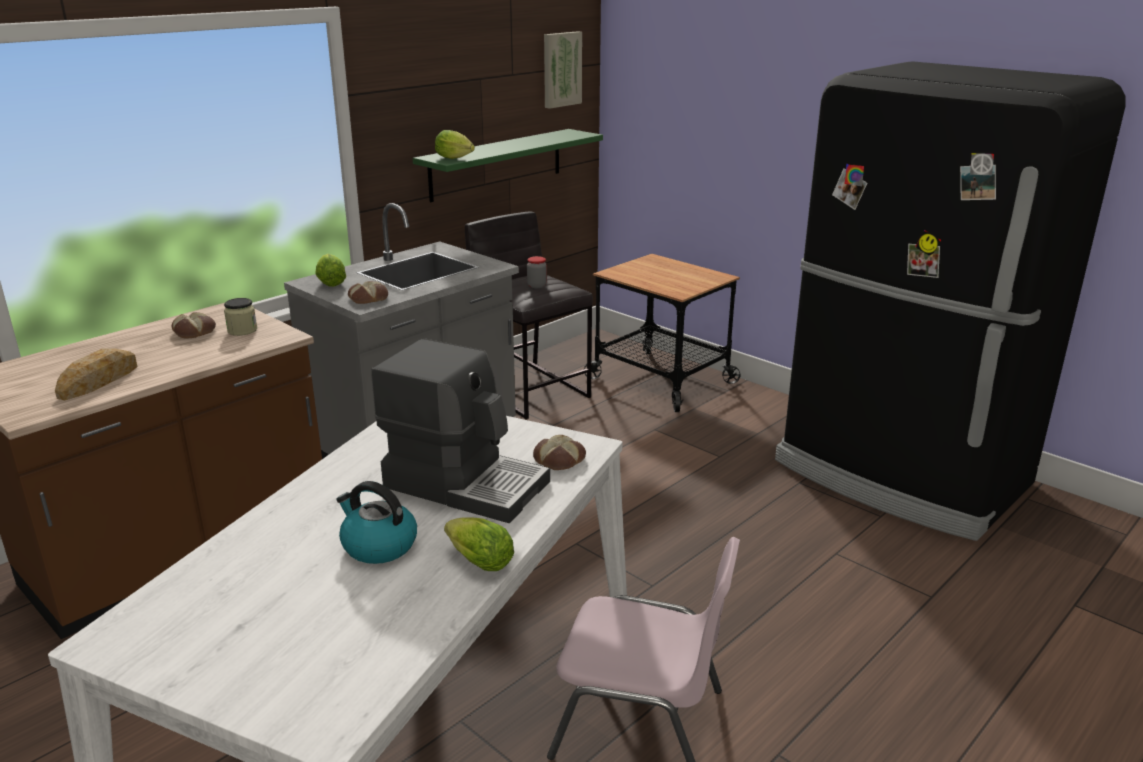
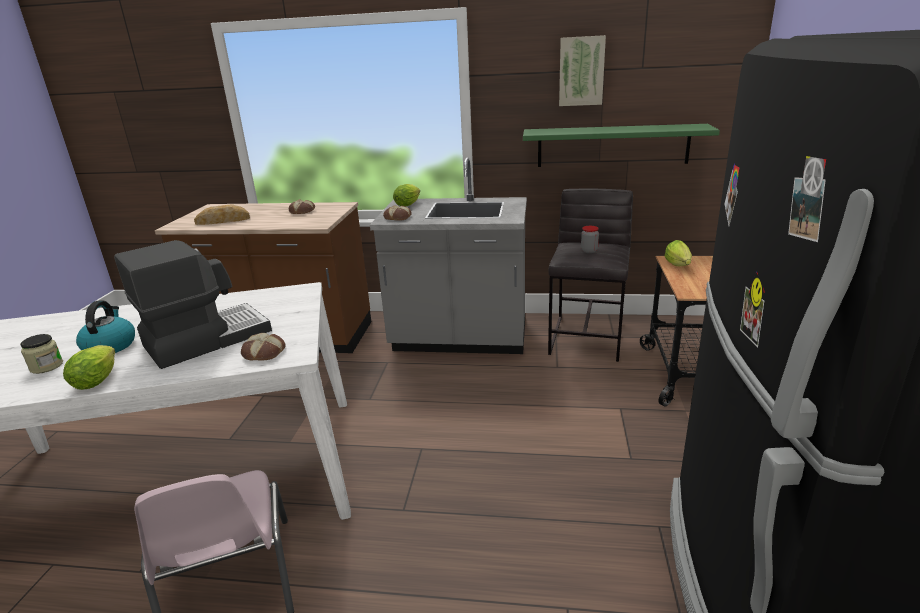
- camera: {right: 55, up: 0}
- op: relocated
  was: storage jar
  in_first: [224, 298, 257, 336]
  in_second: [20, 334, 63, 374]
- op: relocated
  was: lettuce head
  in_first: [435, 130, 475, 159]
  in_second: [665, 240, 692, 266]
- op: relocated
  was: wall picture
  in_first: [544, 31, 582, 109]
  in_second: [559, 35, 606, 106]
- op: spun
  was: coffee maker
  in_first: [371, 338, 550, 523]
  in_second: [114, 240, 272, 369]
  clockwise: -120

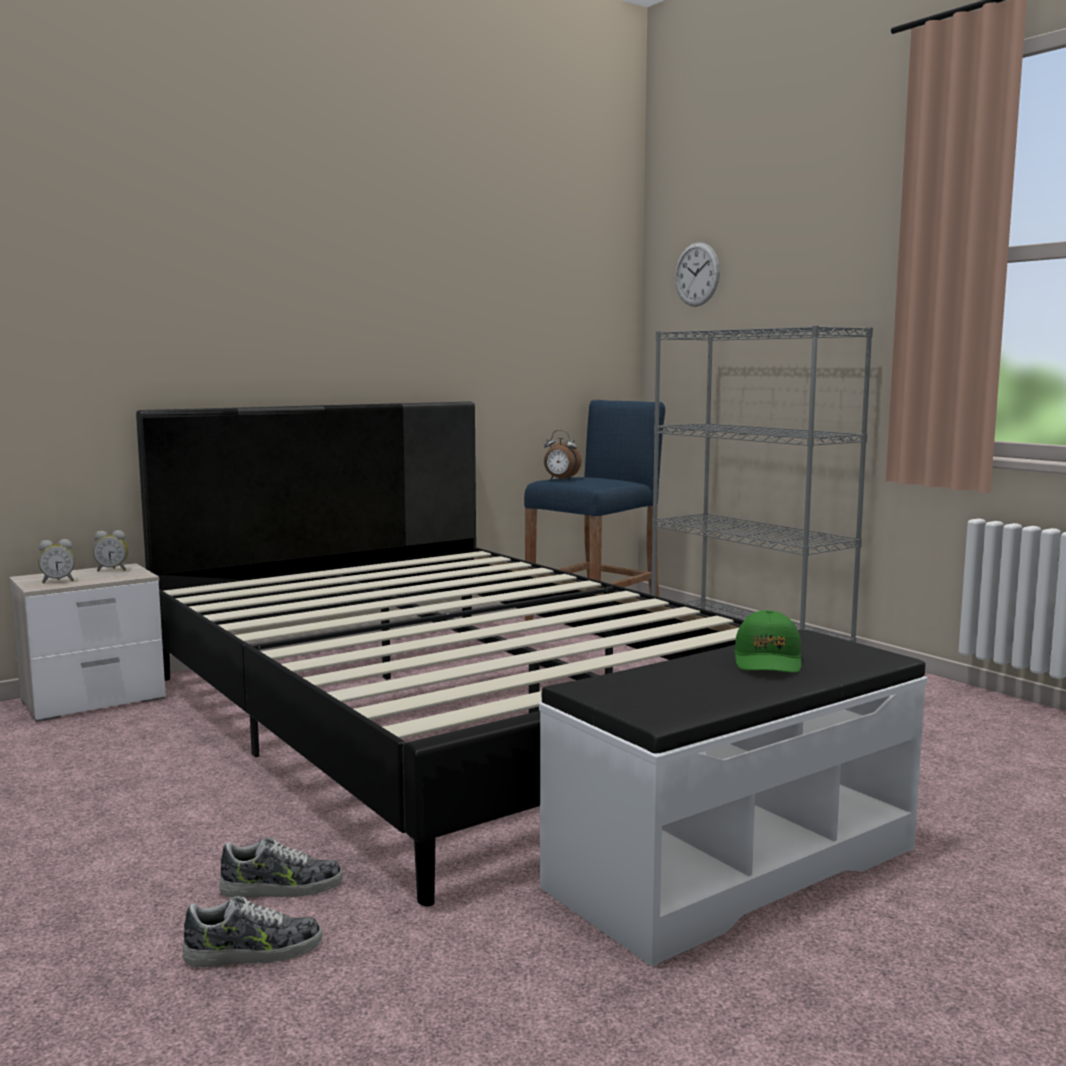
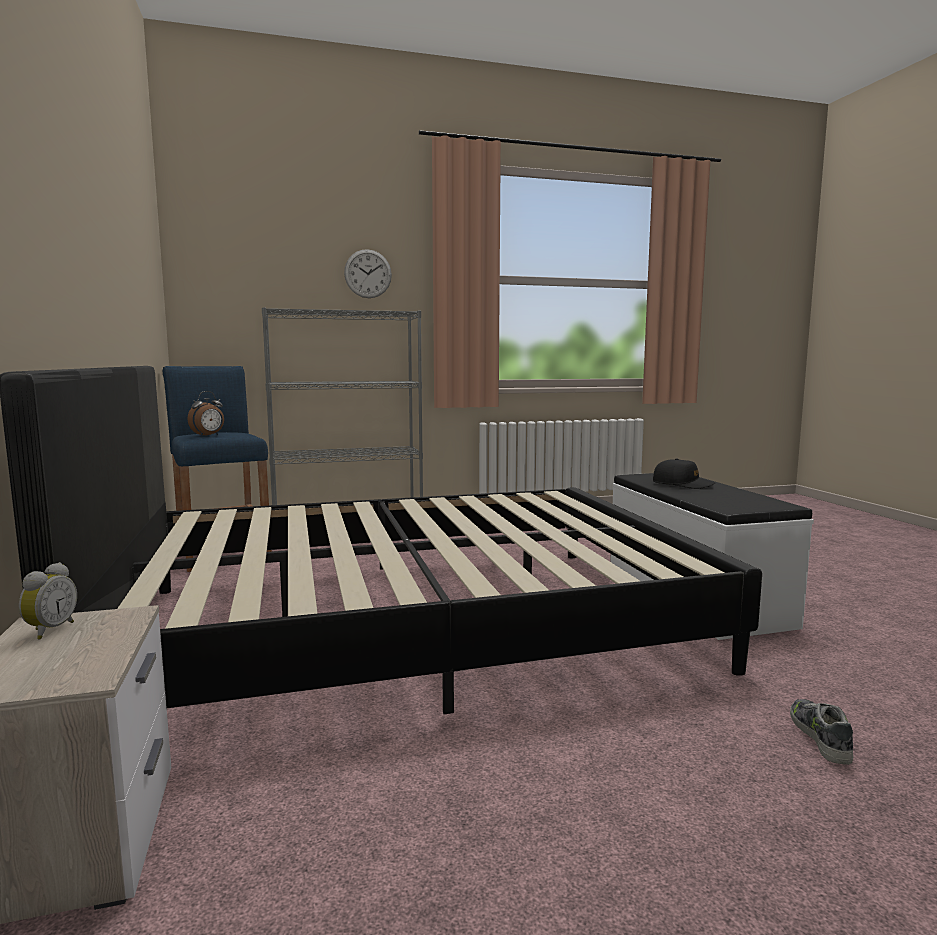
- camera: {right: -70, up: 0}
- op: missing
  was: alarm clock
  in_first: [38, 539, 75, 583]
- op: missing
  was: low shoe
  in_first: [219, 837, 343, 898]
- op: relocated
  was: clock on the wall
  in_first: [675, 242, 720, 307]
  in_second: [344, 249, 392, 298]
- op: colour
  was: cap/green-coloured
  now: cap/blackish
  in_first: [734, 610, 801, 673]
  in_second: [653, 459, 715, 489]

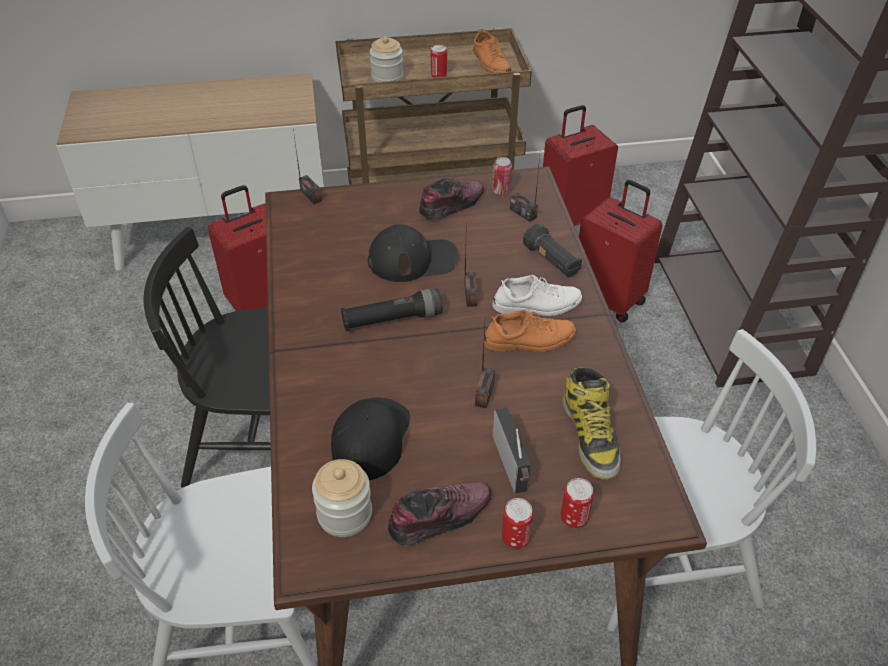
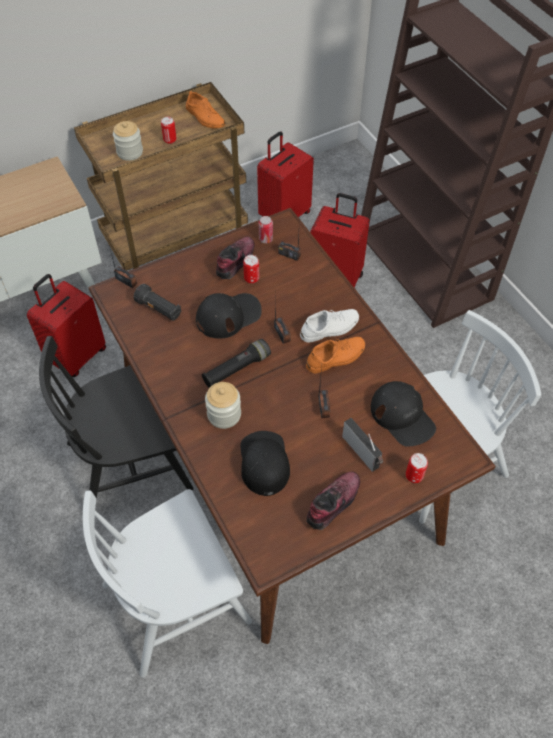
- camera: {right: -20, up: 10}
- op: relocated
  was: storage jar
  in_first: [312, 459, 372, 537]
  in_second: [205, 382, 241, 429]
- op: relocated
  was: metal can
  in_first: [502, 498, 533, 549]
  in_second: [243, 255, 259, 284]
- op: relocated
  was: flashlight/blackish
  in_first: [523, 223, 582, 277]
  in_second: [134, 284, 181, 321]
- op: exchanged
  was: boot
  now: cap/blackish
  in_first: [562, 367, 621, 480]
  in_second: [371, 381, 436, 447]

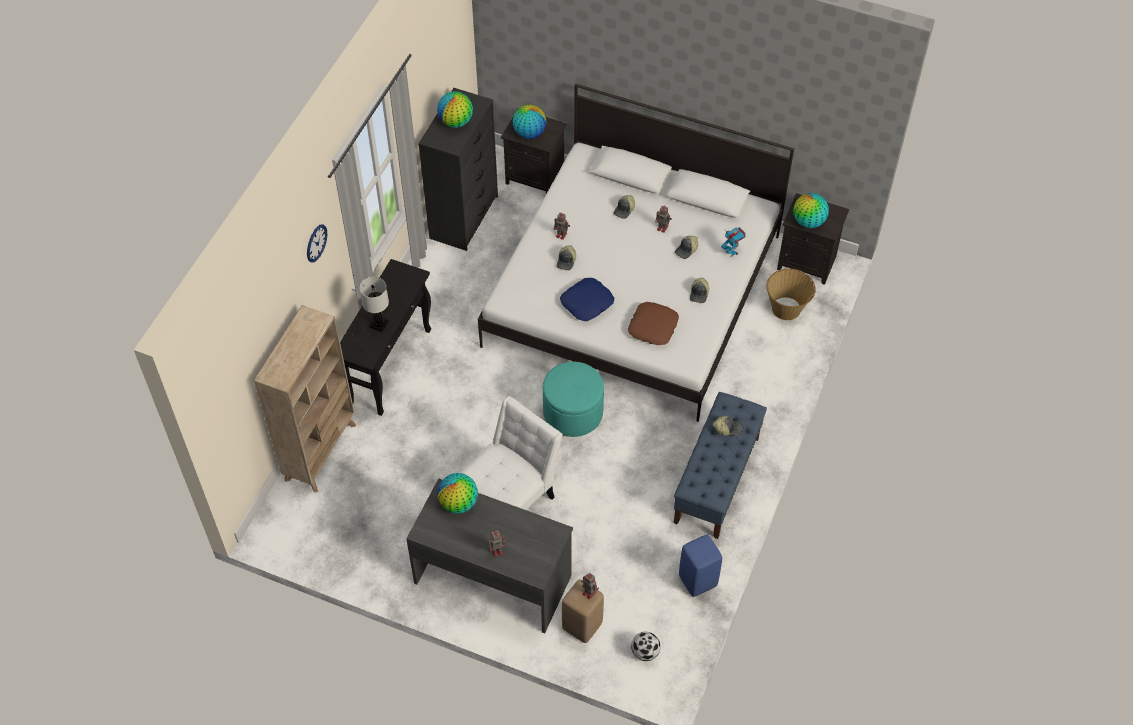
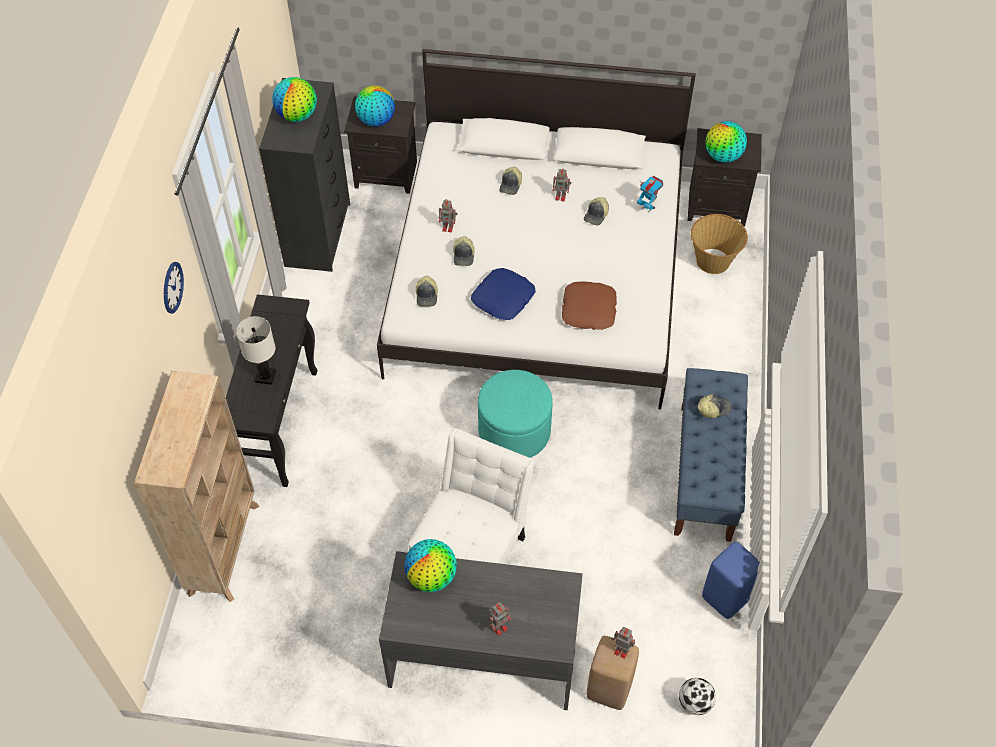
- camera: {right: -15, up: 0}
- op: relocated
  was: cap
  in_first: [690, 278, 709, 303]
  in_second: [416, 276, 438, 306]

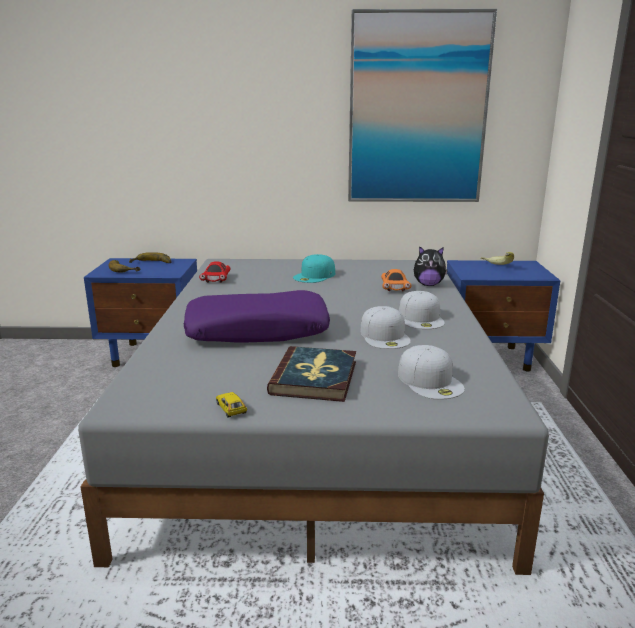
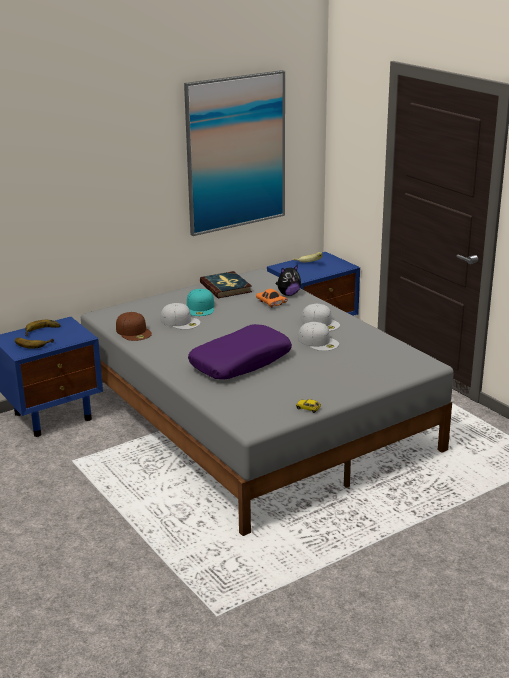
- camera: {right: -35, up: 5}
- op: relocated
  was: bound book
  in_first: [267, 346, 356, 402]
  in_second: [200, 271, 252, 298]
- op: relocated
  was: cap/white
  in_first: [398, 345, 465, 400]
  in_second: [161, 303, 201, 330]
- op: exchanged
  was: miniature car/red-coloured
  now: cap/brown-coloured
  in_first: [199, 261, 230, 283]
  in_second: [116, 312, 152, 341]

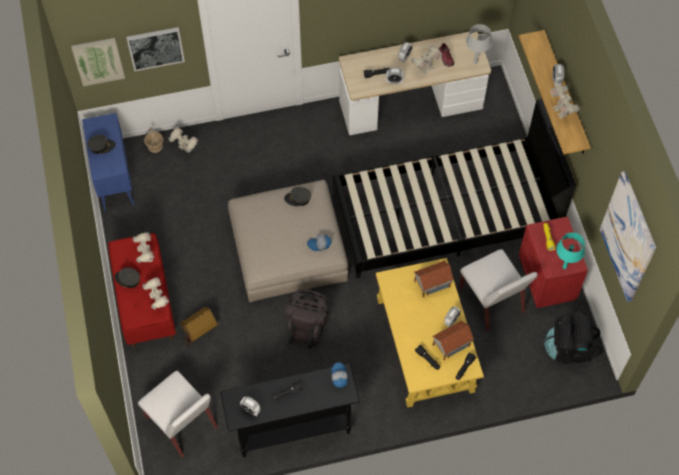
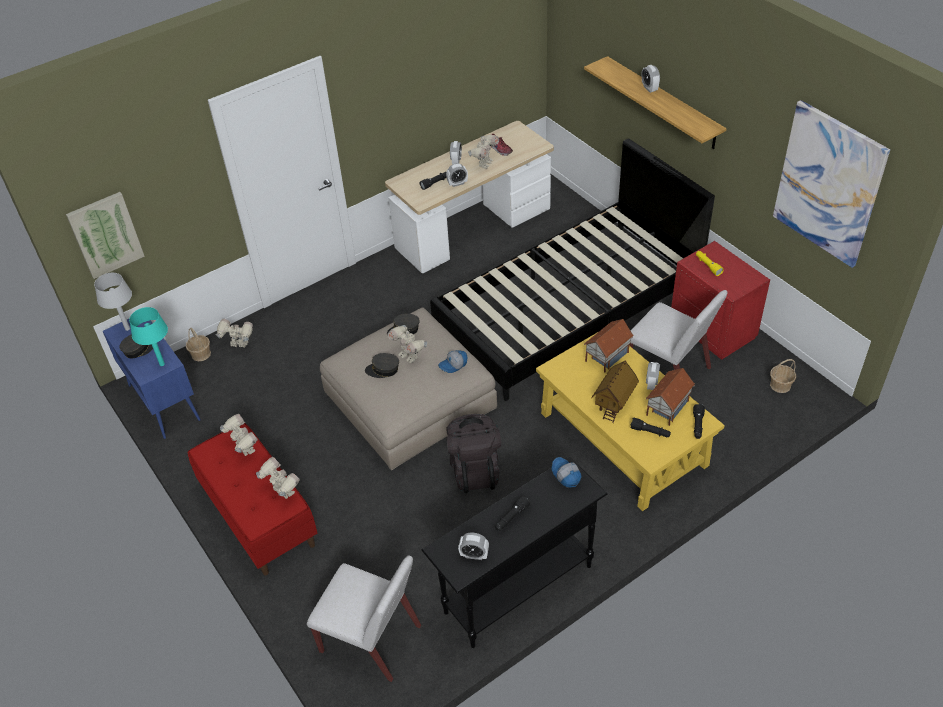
- camera: {right: -20, up: -15}
- op: missing
  was: wall picture
  in_first: [126, 27, 185, 71]
- op: relocated
  was: cap/grey
  in_first: [114, 268, 140, 288]
  in_second: [365, 353, 399, 378]
- op: relocated
  was: model house
  in_first: [180, 307, 218, 347]
  in_second: [591, 361, 639, 423]
- op: relocated
  was: tabletop lamp/grey
  in_first: [466, 24, 492, 64]
  in_second: [94, 273, 132, 331]
- op: relocated
  was: toy robot
  in_first: [550, 85, 580, 118]
  in_second: [388, 325, 427, 363]
- op: relocated
  was: tabletop lamp/blue-green
  in_first: [556, 232, 585, 269]
  in_second: [129, 307, 168, 366]
- op: exchanged
  was: knapsack/blackish
  now: storage basket
  in_first: [544, 311, 602, 364]
  in_second: [770, 359, 796, 393]

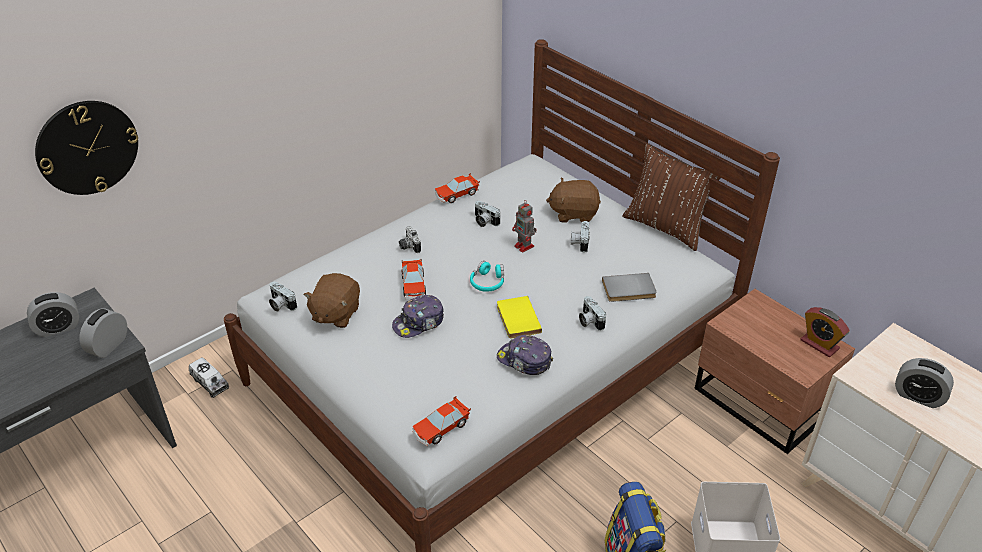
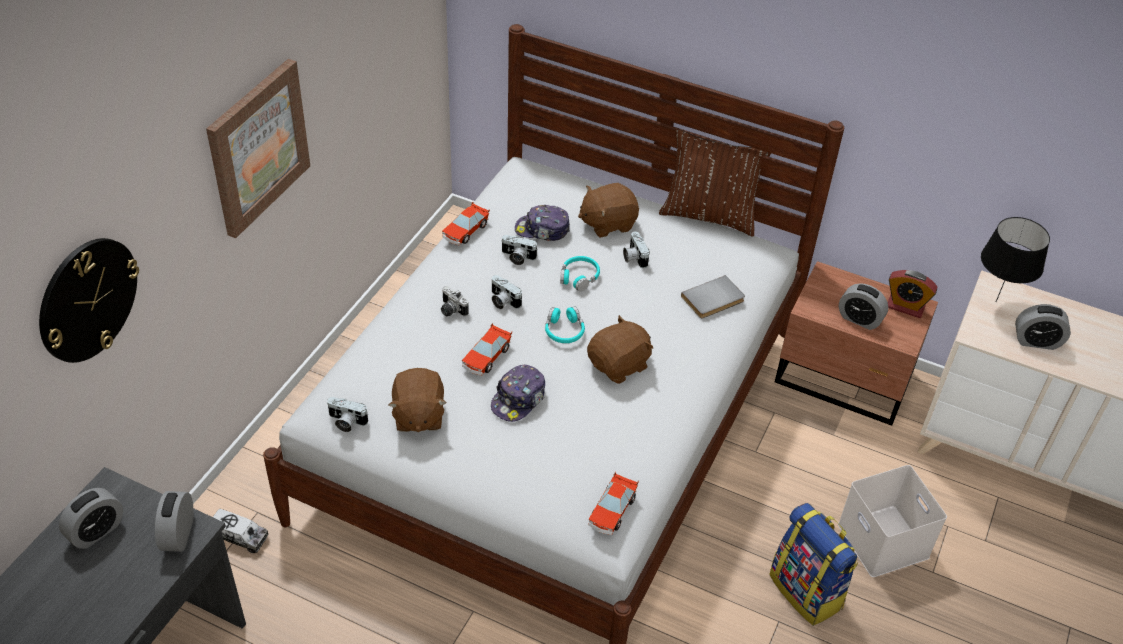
- camera: {right: -25, up: 5}
- op: appeared
  now: wall picture
  in_second: [206, 59, 310, 238]
- op: appeared
  now: alarm clock
  in_second: [839, 283, 889, 330]
- op: appeared
  now: tabletop lamp/blackish
  in_second: [981, 217, 1050, 302]
- op: relocated
  was: cap
  in_first: [497, 335, 553, 375]
  in_second: [515, 205, 570, 241]
- op: relocated
  was: photo camera
  in_first: [579, 296, 606, 331]
  in_second: [492, 275, 522, 309]
- op: exchanged
  was: bound book/yellow
  now: soft toy/brown-coloured
  in_first: [497, 296, 542, 338]
  in_second: [587, 315, 653, 384]
- op: exchanged
  was: toy robot
  now: pair of headphones/blue-green
  in_first: [512, 201, 537, 253]
  in_second: [560, 256, 600, 292]
- op: spun
  was: miniature car
  in_first: [401, 259, 426, 299]
  in_second: [462, 323, 512, 376]
  clockwise: 60

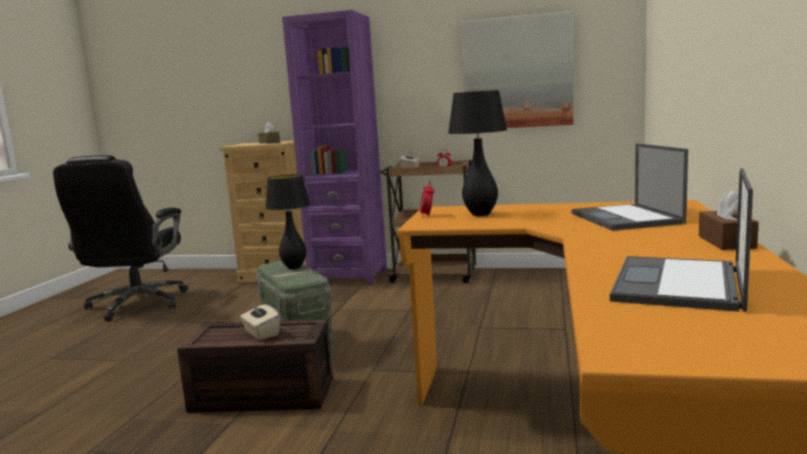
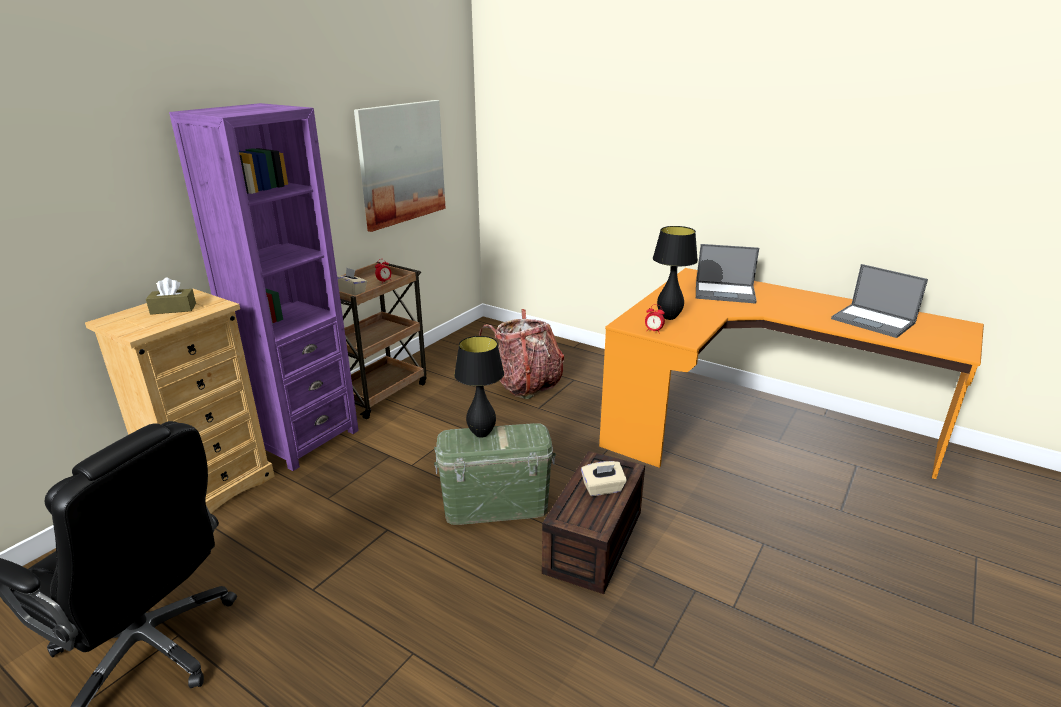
- camera: {right: -70, up: 15}
- op: missing
  was: tissue holder/brown-coloured
  in_first: [699, 191, 759, 250]
- op: appeared
  now: knapsack
  in_second: [479, 309, 564, 399]

